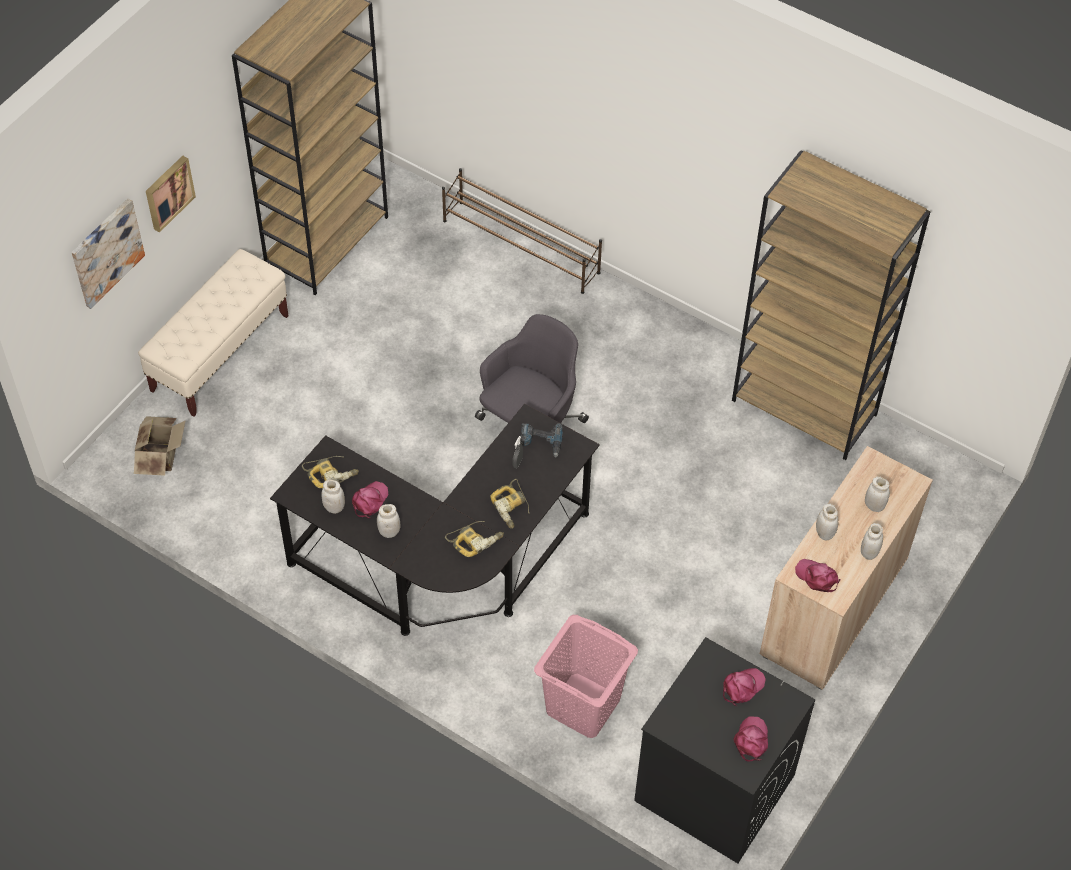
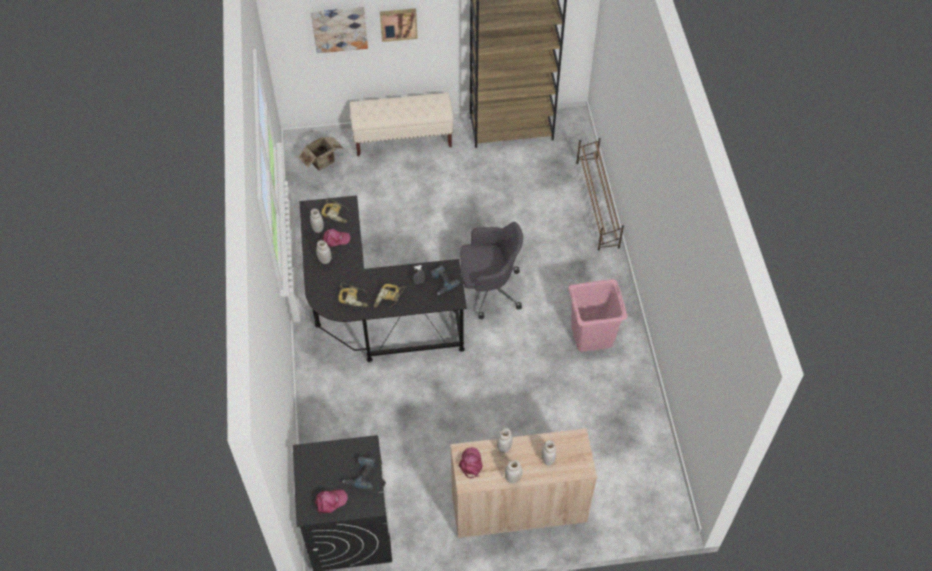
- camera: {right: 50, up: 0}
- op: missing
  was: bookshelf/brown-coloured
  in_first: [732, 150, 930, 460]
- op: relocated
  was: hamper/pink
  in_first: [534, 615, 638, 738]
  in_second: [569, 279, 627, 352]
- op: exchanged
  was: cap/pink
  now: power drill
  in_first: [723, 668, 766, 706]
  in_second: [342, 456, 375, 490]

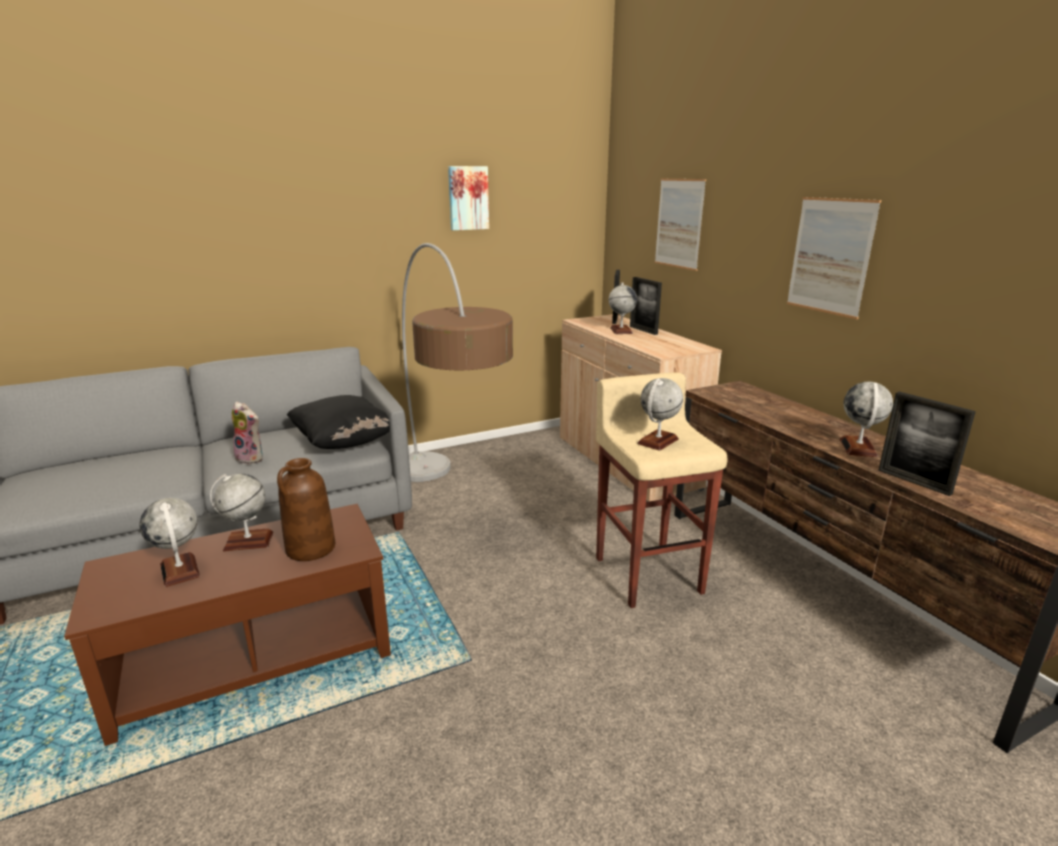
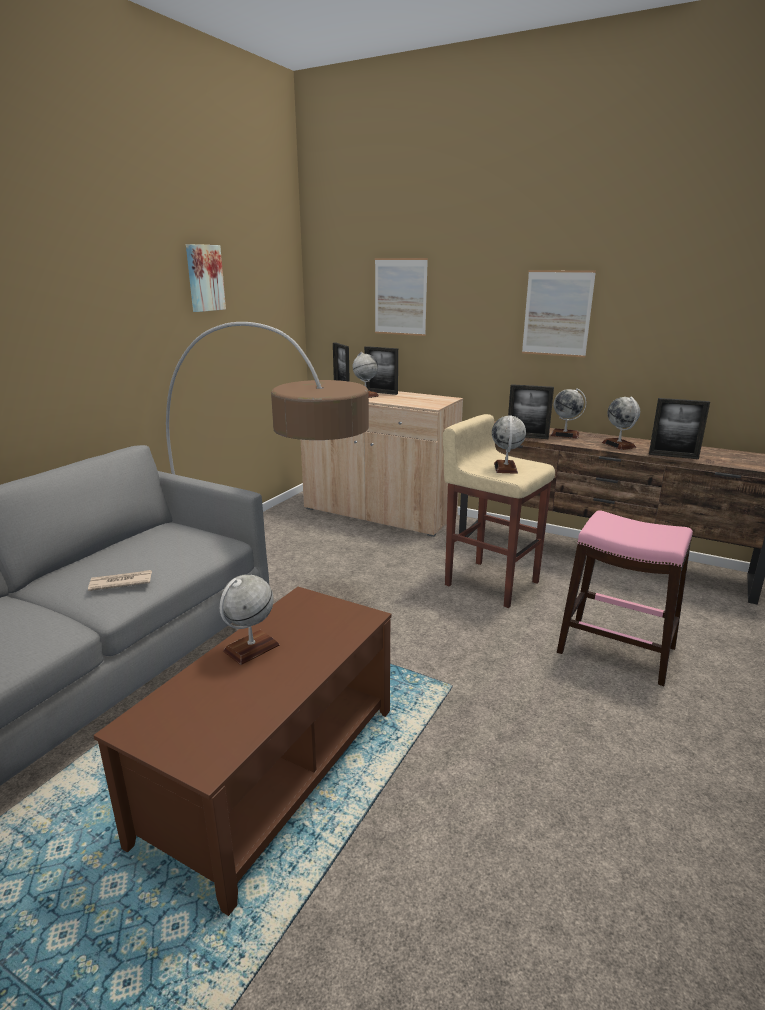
- camera: {right: -35, up: 0}
- op: missing
  was: flower vase/brown-coloured
  in_first: [277, 458, 335, 561]
- op: missing
  was: pillow/blackish
  in_first: [287, 395, 390, 449]
- op: appeared
  now: photo frame
  in_second: [508, 384, 554, 439]
- op: appeared
  now: sitting stool/pink
  in_second: [557, 511, 693, 686]
- op: relocated
  was: world globe
  in_first: [139, 498, 200, 587]
  in_second: [550, 388, 587, 439]
- op: exchanged
  was: soft toy
  now: printed paper
  in_first: [232, 402, 263, 464]
  in_second: [88, 570, 152, 591]

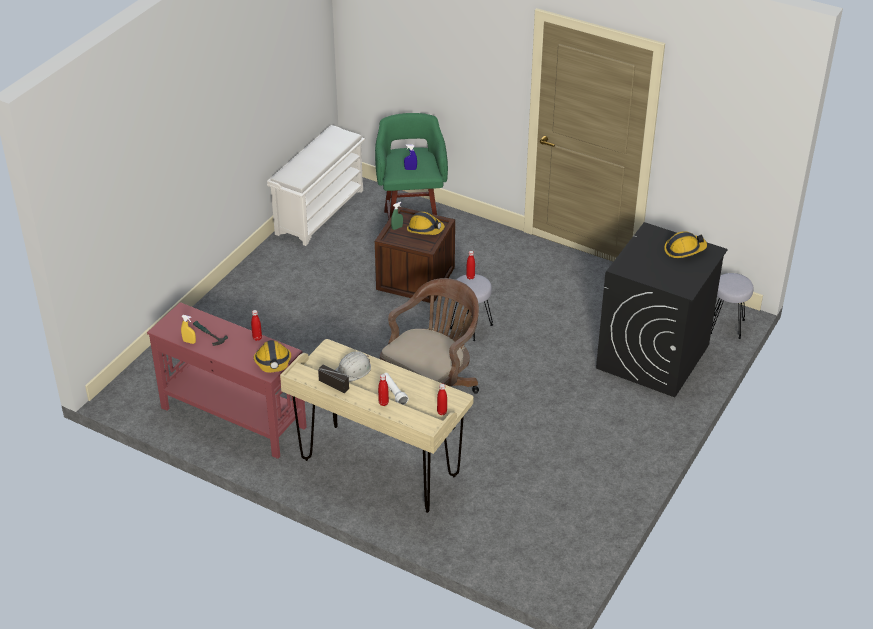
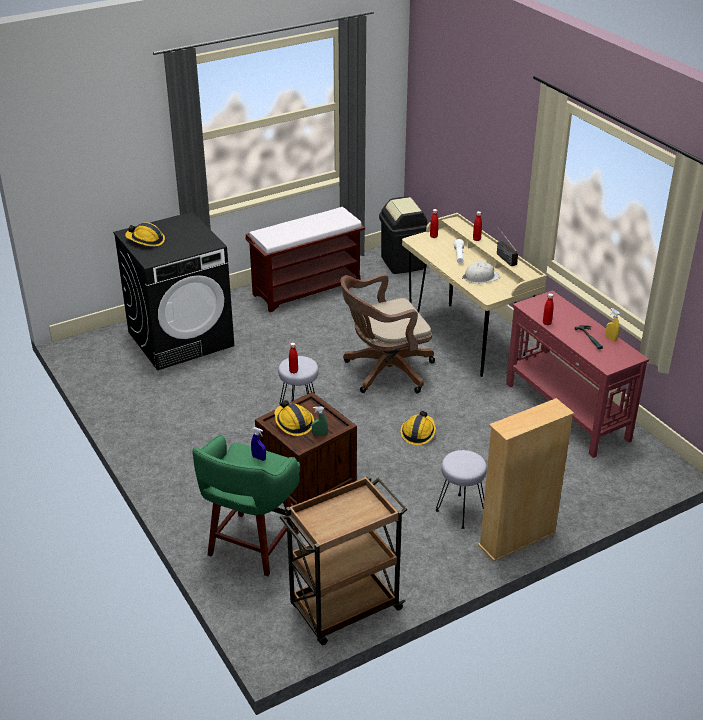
- camera: {right: -150, up: -5}
- op: appeared
  now: bench/brown-coloured
  in_second: [246, 207, 365, 312]
- op: appeared
  now: trash can/blackish
  in_second: [379, 196, 429, 274]
- op: appeared
  now: bookshelf/beige-coloured
  in_second: [478, 398, 574, 562]
- op: relocated
  was: hard hat
  in_first: [254, 340, 291, 372]
  in_second: [400, 411, 436, 445]
- op: relocated
  was: sitting stool/grey
  in_first: [711, 273, 753, 339]
  in_second: [435, 450, 487, 529]
- op: exchanged
  was: shoe stand/white
  now: cart/brown-coloured
  in_first: [267, 125, 365, 246]
  in_second: [280, 476, 408, 645]

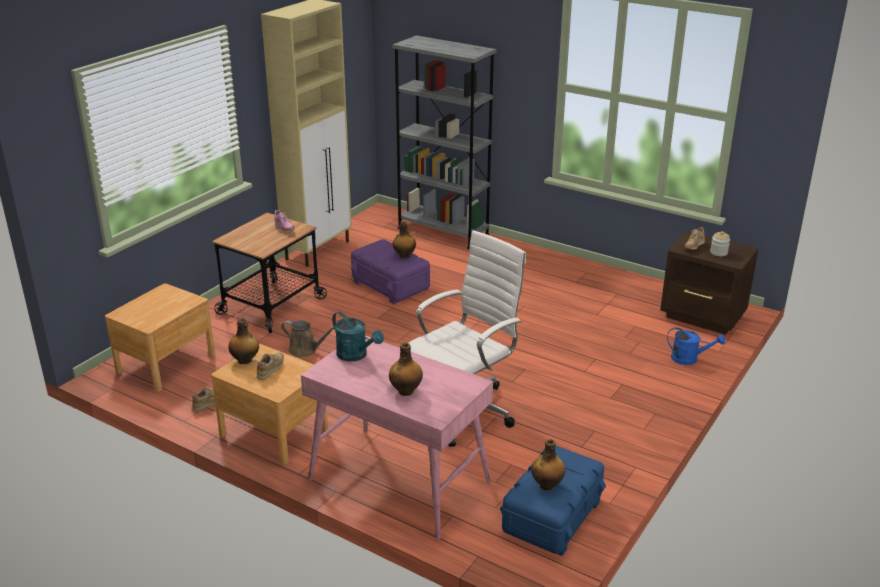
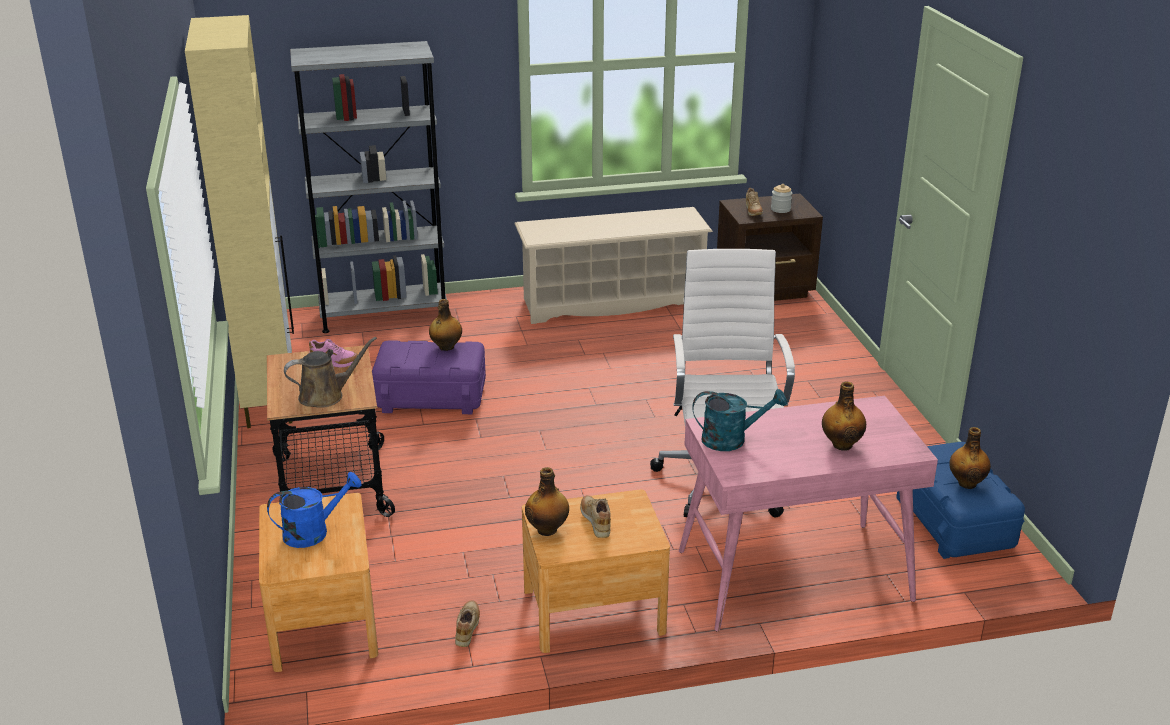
- camera: {right: -45, up: 0}
- op: appeared
  now: shoe stand/beige-coloured
  in_second: [514, 207, 713, 324]
- op: relocated
  was: watering pot/brown-coloured
  in_first: [281, 320, 334, 357]
  in_second: [284, 337, 377, 408]
- op: relocated
  was: watering pot/blue
  in_first: [667, 327, 725, 365]
  in_second: [267, 472, 362, 548]

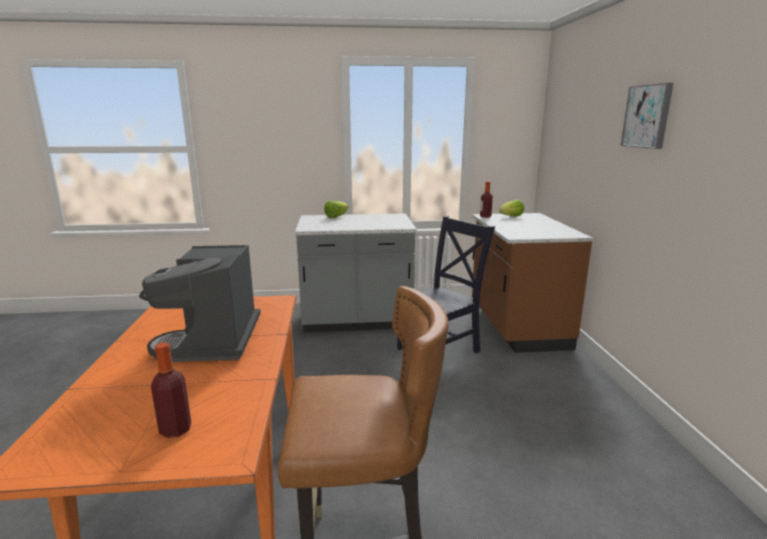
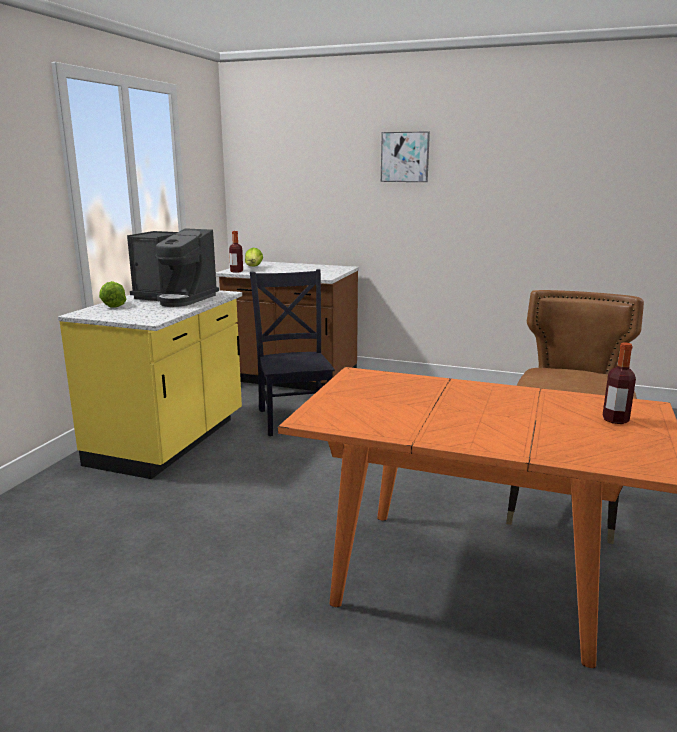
- camera: {right: -65, up: 0}
- op: relocated
  was: coffee maker
  in_first: [139, 245, 261, 362]
  in_second: [127, 228, 219, 307]
- op: colour
  was: kitchen base unit/grey
  now: kitchen base unit/yellow
  in_first: [295, 214, 417, 332]
  in_second: [58, 290, 242, 479]

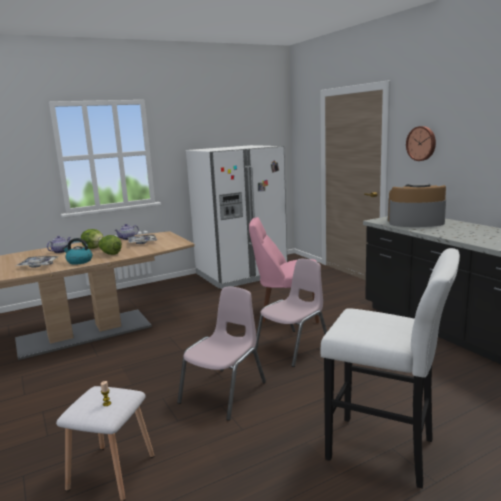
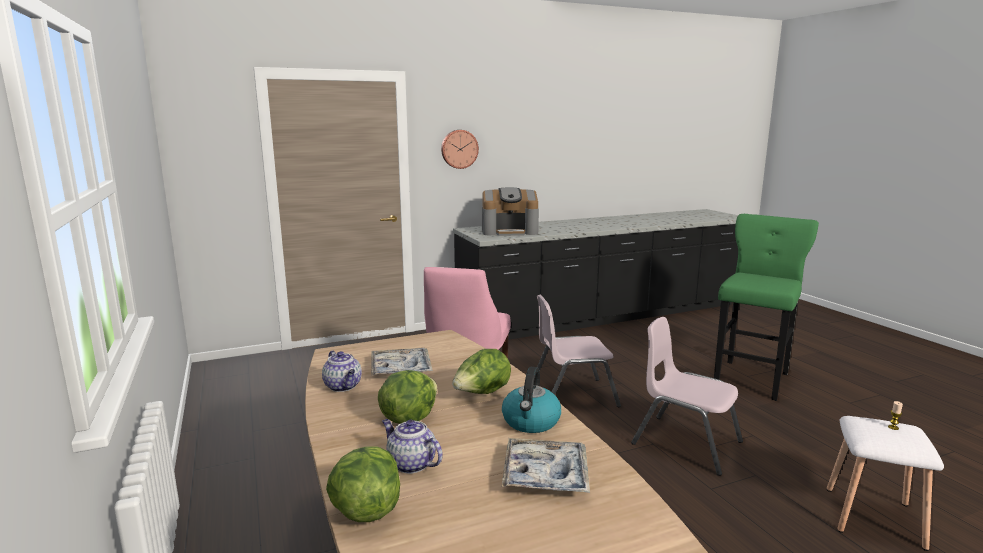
- camera: {right: -85, up: 0}
- op: missing
  was: refrigerator/white
  in_first: [186, 145, 287, 289]
- op: appeared
  now: lettuce head
  in_second: [326, 446, 400, 522]
- op: colour
  was: sitting stool/white
  now: sitting stool/green-coloured
  in_first: [321, 248, 460, 489]
  in_second: [714, 214, 819, 401]
- op: spun
  was: chair/pink
  in_first: [255, 259, 327, 367]
  in_second: [537, 295, 621, 407]
  clockwise: -60
- op: spun
  was: coffee maker
  in_first: [388, 184, 446, 227]
  in_second: [482, 188, 539, 236]
  clockwise: -105

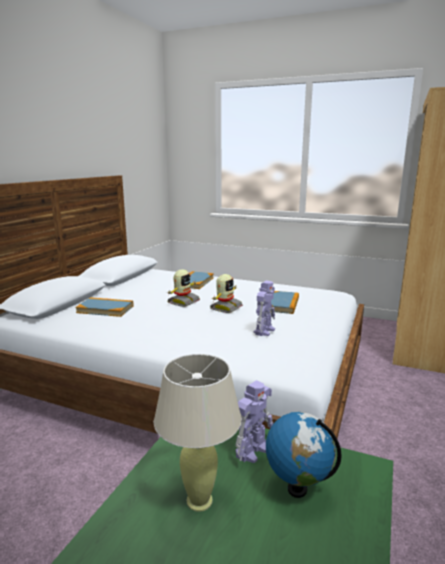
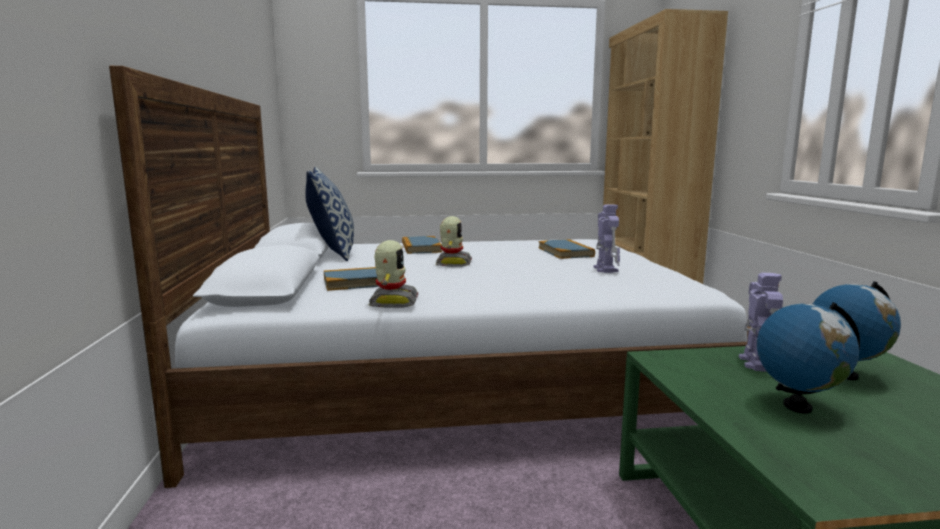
- camera: {right: -30, up: -5}
- op: appeared
  now: pillow
  in_second: [305, 167, 354, 261]
- op: relocated
  was: toy robot
  in_first: [210, 274, 243, 313]
  in_second: [369, 240, 418, 308]
- op: exchanged
  was: tabletop lamp/beige-coloured
  now: world globe
  in_first: [154, 354, 242, 512]
  in_second: [757, 302, 860, 414]

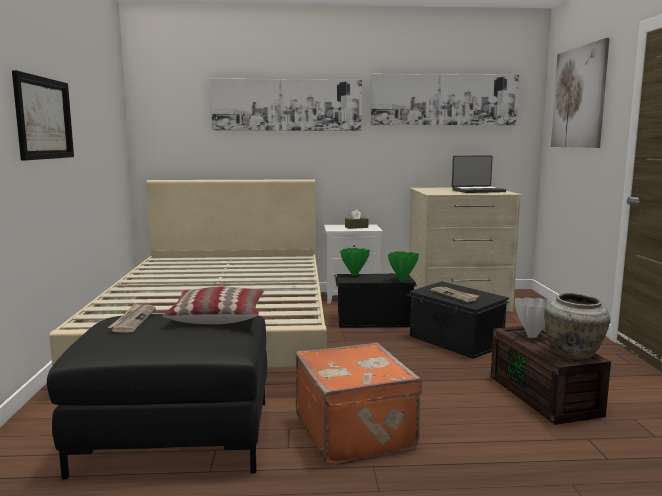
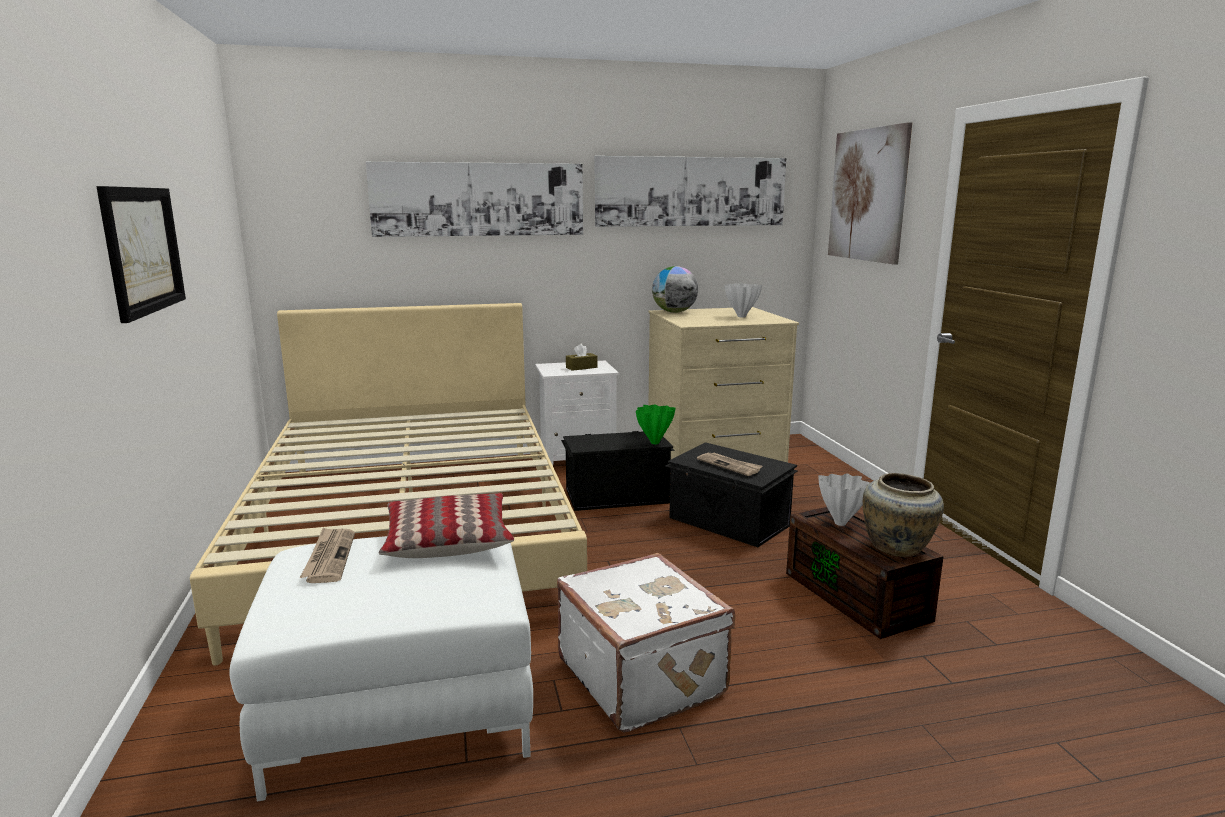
- camera: {right: -10, up: 5}
- op: missing
  was: flower vase/green-coloured
  in_first: [340, 248, 370, 276]
- op: appeared
  now: world globe
  in_second: [652, 266, 698, 313]
- op: exchanged
  was: laptop
  now: flower vase/white
  in_first: [452, 155, 506, 193]
  in_second: [725, 283, 762, 318]
- op: colour
  was: footrest/blackish
  now: footrest/white
  in_first: [47, 314, 267, 479]
  in_second: [229, 536, 533, 801]
- op: colour
  was: suitcase/orangey
  now: suitcase/white
  in_first: [296, 342, 423, 465]
  in_second: [557, 553, 735, 733]

